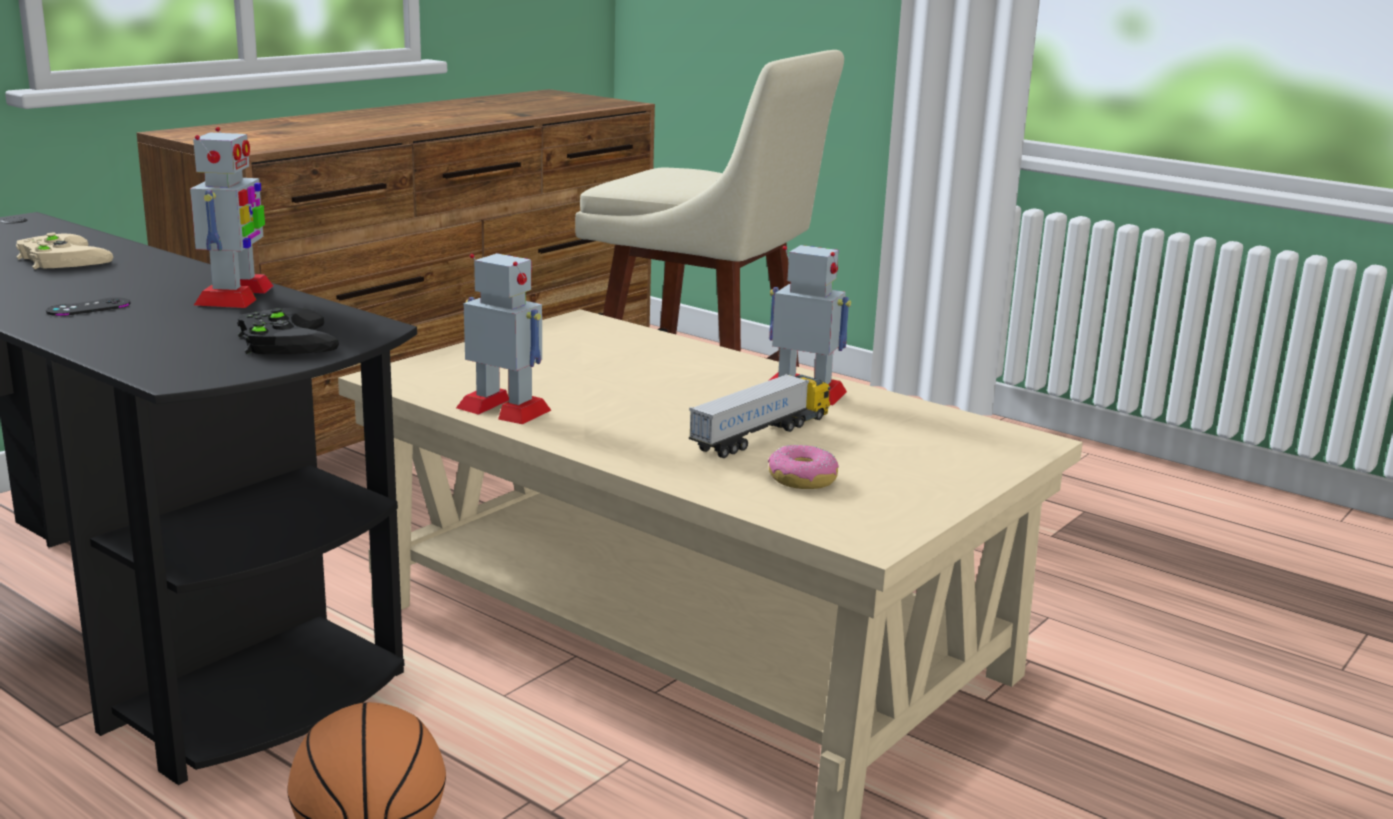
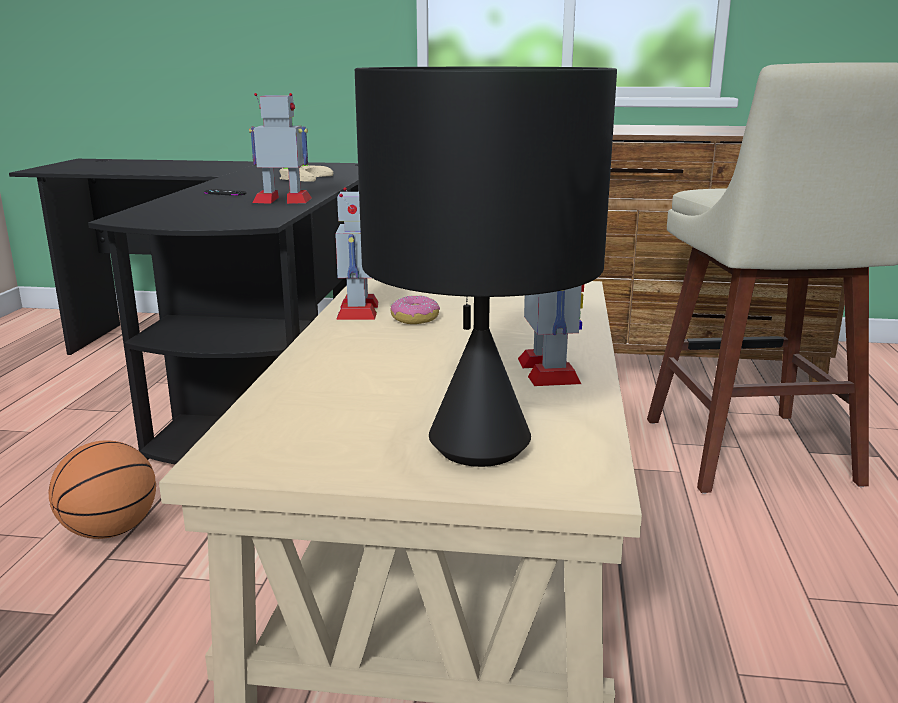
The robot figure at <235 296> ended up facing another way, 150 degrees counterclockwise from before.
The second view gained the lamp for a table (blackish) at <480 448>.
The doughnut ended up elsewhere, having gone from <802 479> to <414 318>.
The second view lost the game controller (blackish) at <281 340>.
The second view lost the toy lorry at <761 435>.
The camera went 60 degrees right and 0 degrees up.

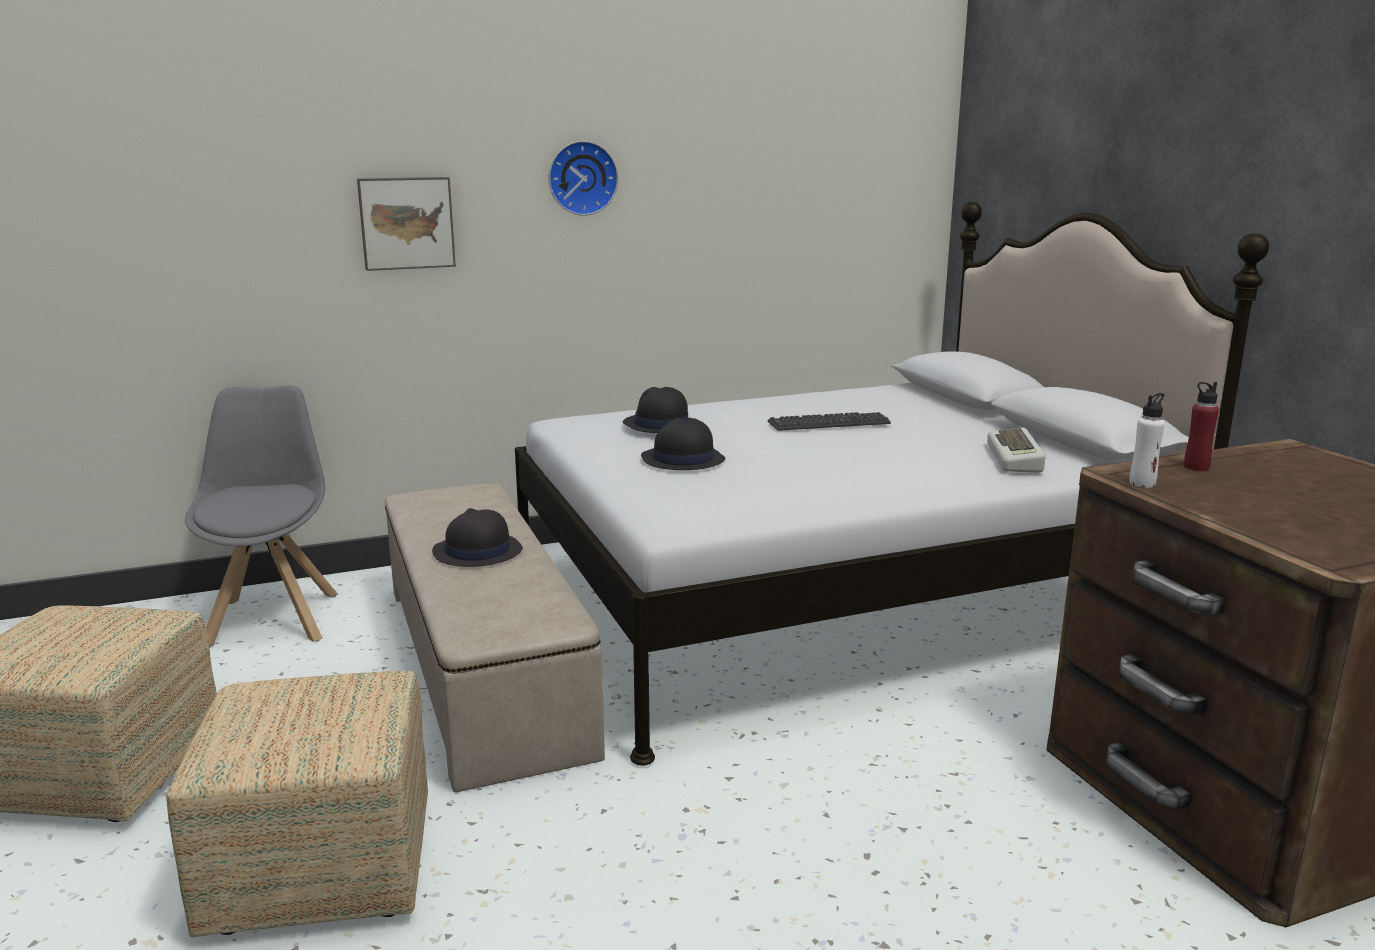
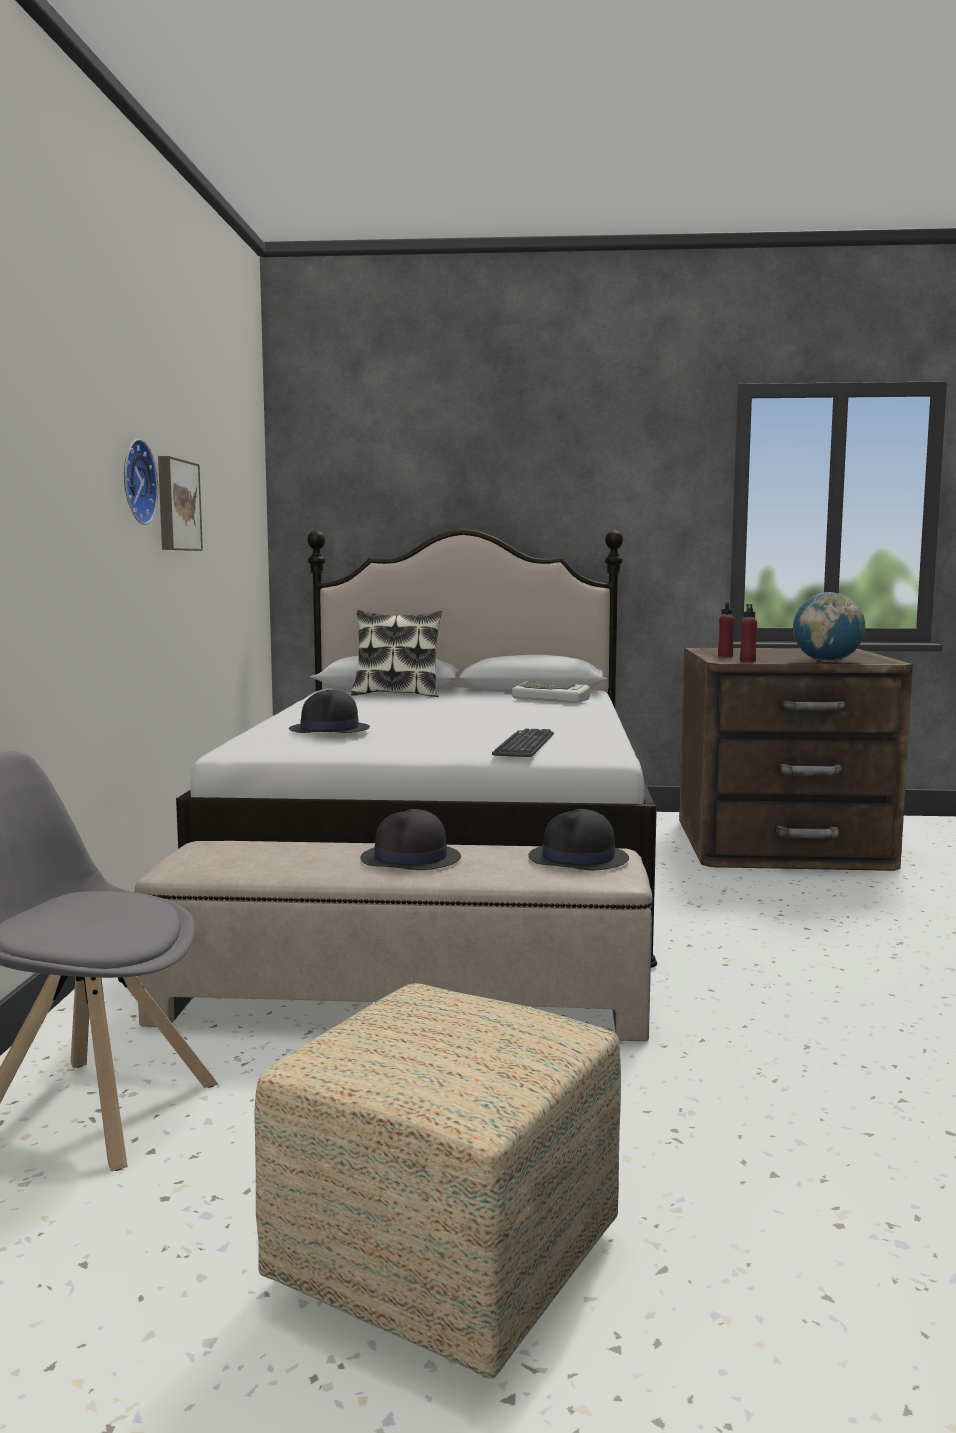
The wall art ended up elsewhere, having gone from <406 223> to <176 505>.
The second view gained the cushion at <397 694>.
The computer keyboard ended up elsewhere, having gone from <828 423> to <524 744>.
The wearable hat (blackish) ended up elsewhere, having gone from <682 459> to <578 859>.
What was the drink bottle (whitish) at <1142 483> turned into the drink bottle (red) at <747 661>.
The second view gained the globe at <827 661>.
The second view lost the pouffe at <318 870>.
The camera went 65 degrees left and 10 degrees down.

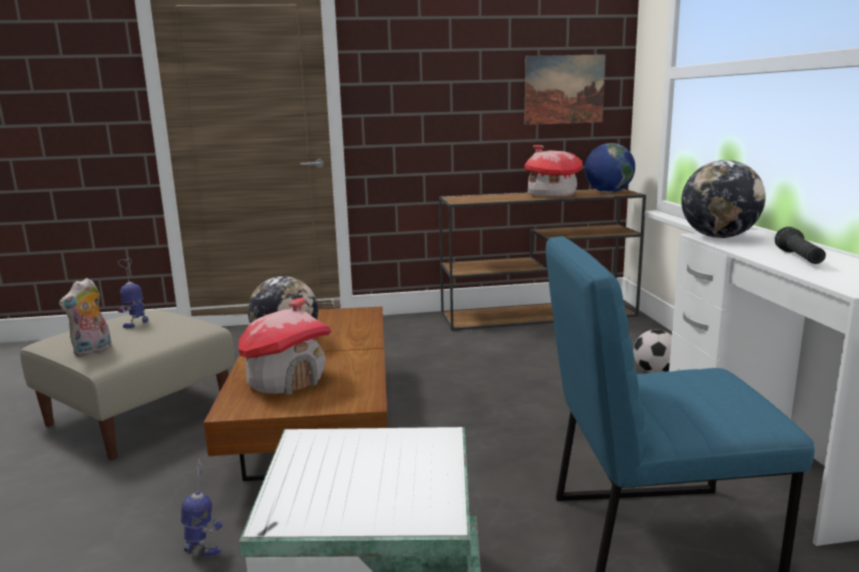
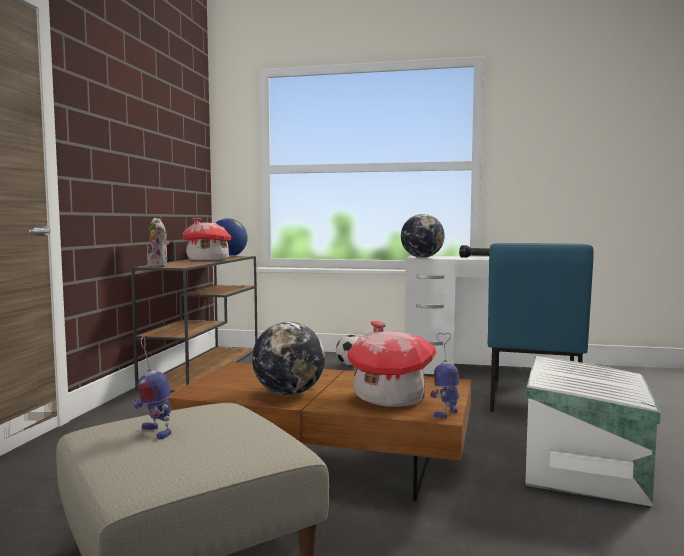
The cuddly toy ended up elsewhere, having gone from <93 351> to <159 266>.
The robot figure ended up elsewhere, having gone from <202 549> to <446 413>.
The second view lost the wall art at <564 89>.
The camera went 70 degrees left and 10 degrees down.

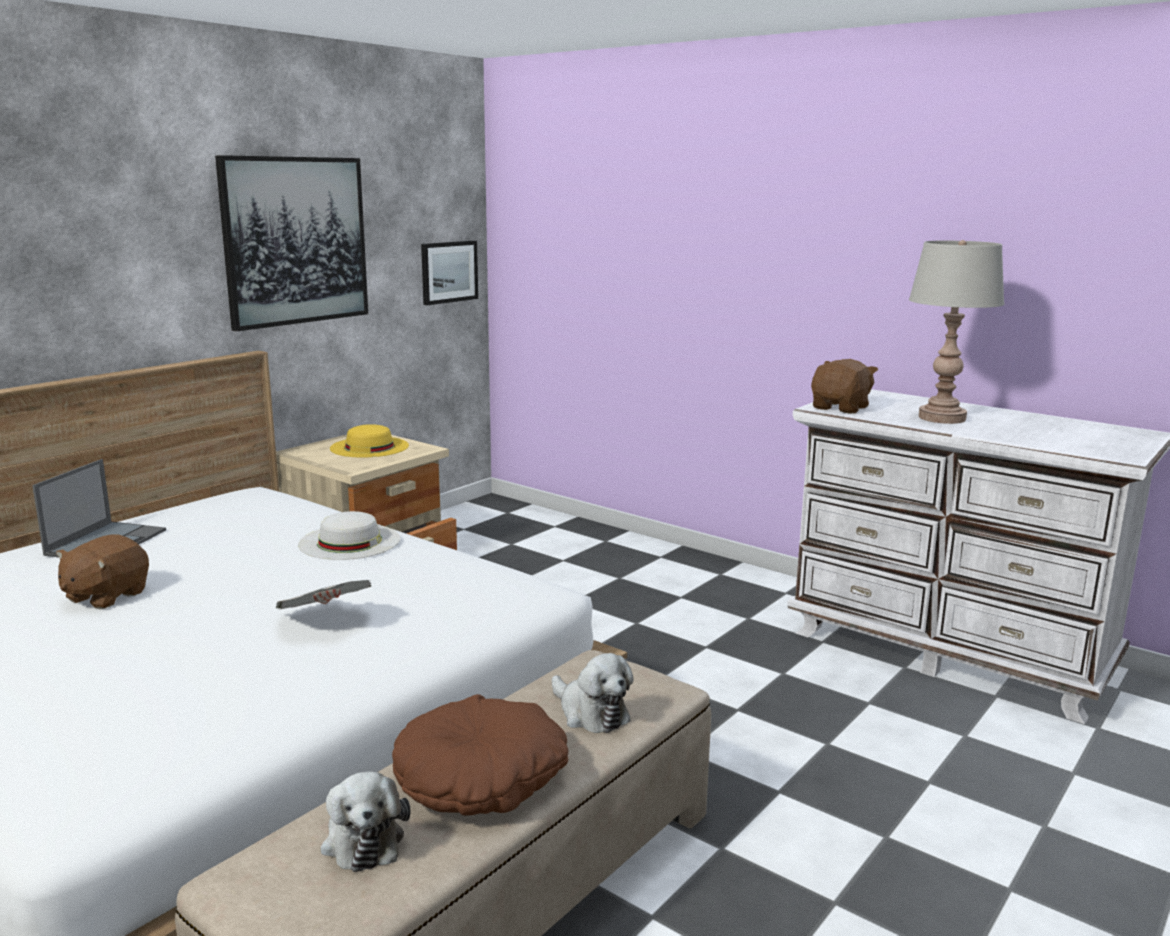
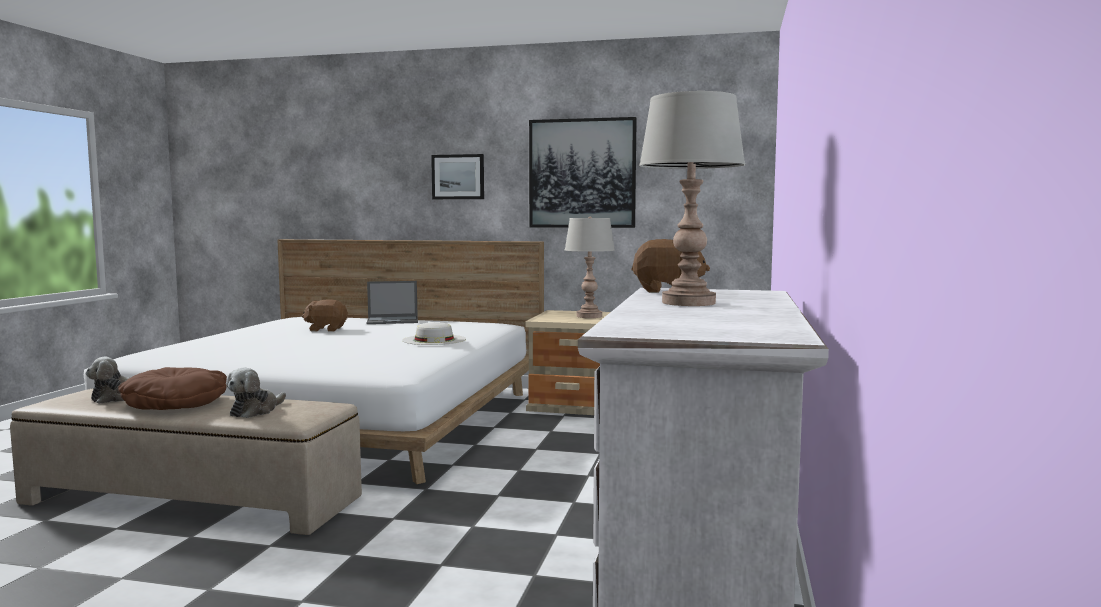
The wall art ended up elsewhere, having gone from <448 272> to <458 177>.
Where the wearable hat (yellow) stood at <369 447>, the lamp for a table (greyish) came to stand at <589 316>.
The second view lost the printed paper at <325 620>.
The camera went 65 degrees right and 10 degrees down.

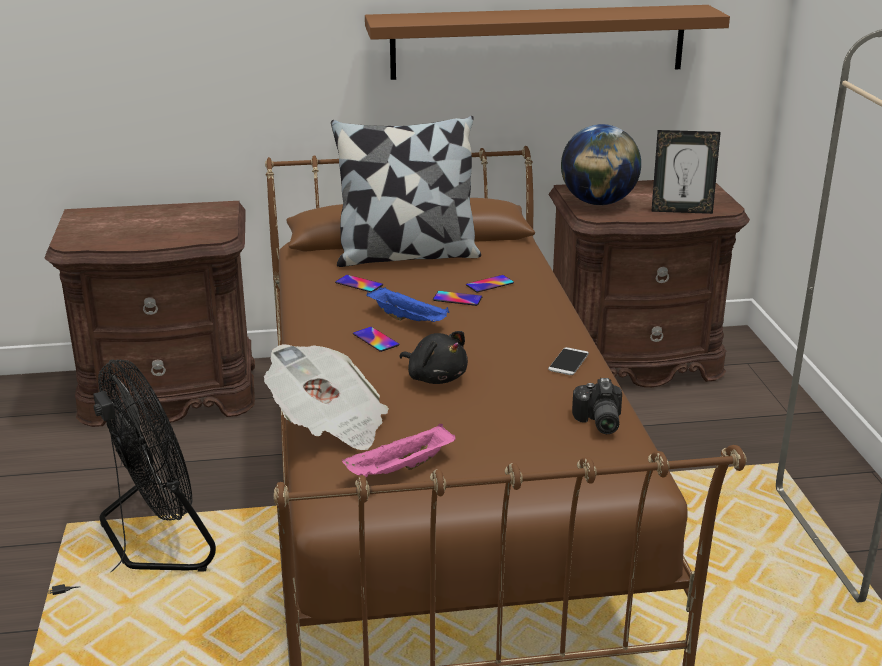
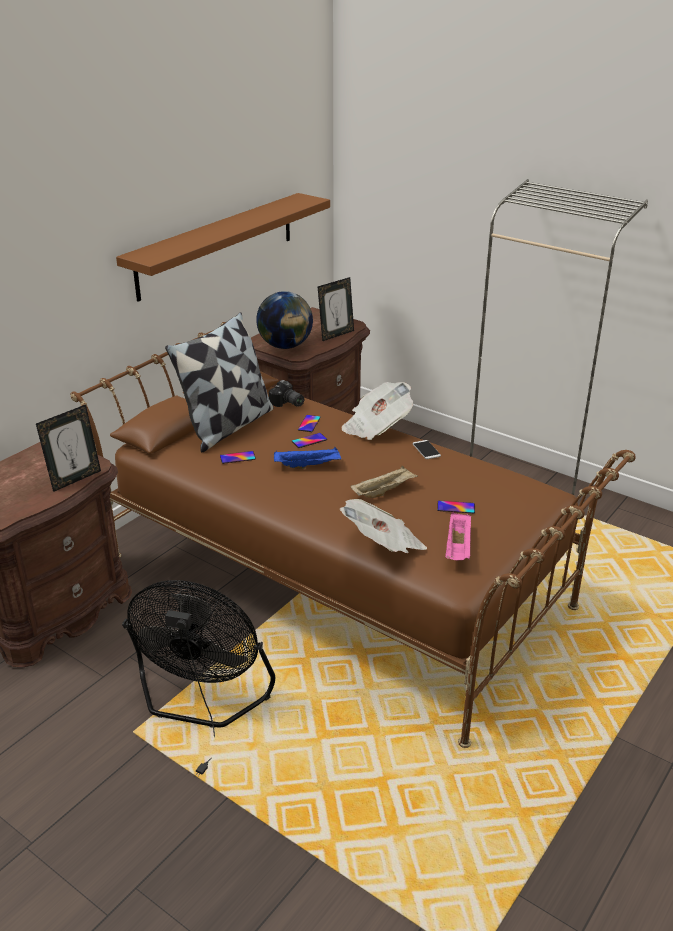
The second view gained the picture frame at <75 479>.
The photo camera ended up elsewhere, having gone from <597 422> to <287 403>.
The second view gained the printed paper at <376 427>.
Where the cuddly toy (blackish) stood at <435 377>, the serving tray (beige-coloured) came to stand at <383 491>.
The handset ended up elsewhere, having gone from <375 339> to <456 507>.
The camera went 45 degrees left and 5 degrees up.

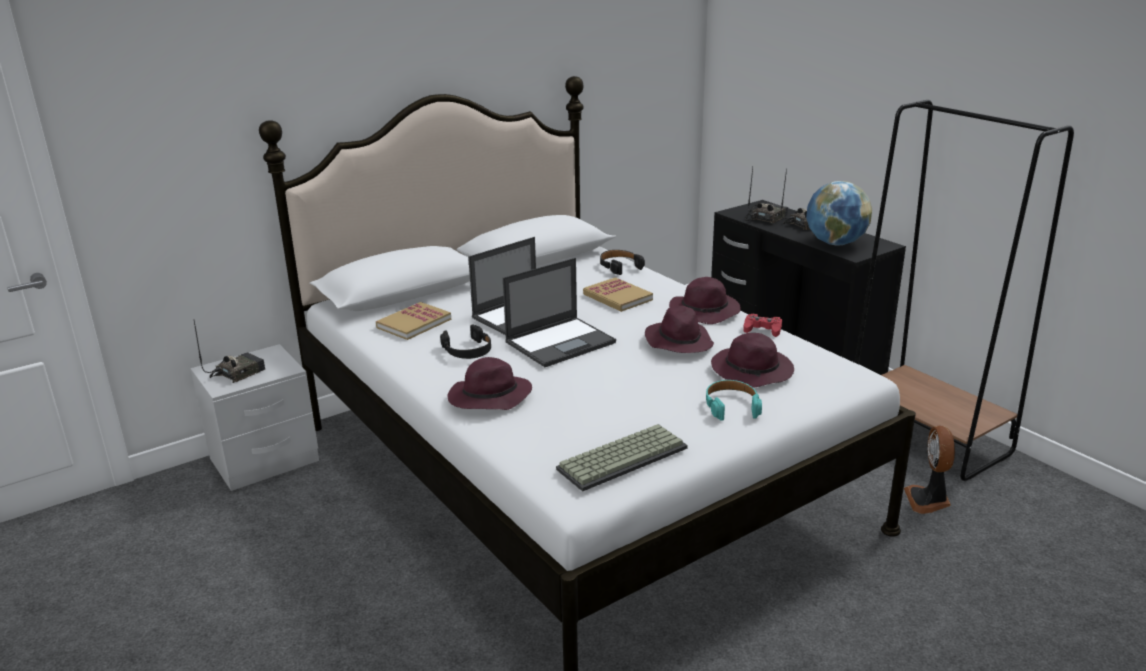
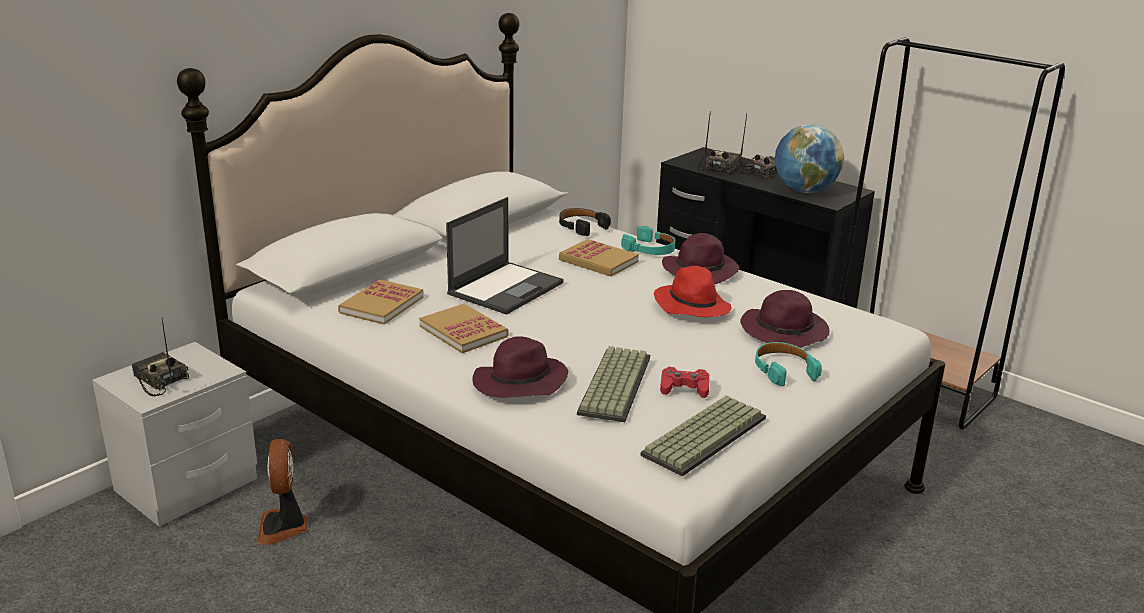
The radio set at <237 373> ended up facing another way, 75 degrees counterclockwise from before.
The electric fan ended up elsewhere, having gone from <928 500> to <284 527>.
Where the headphones (blackish) stood at <468 350>, the bound book came to stand at <463 331>.
The second view gained the computer keyboard at <613 384>.
The second view gained the headphones (turquoise-coloured) at <650 249>.
What was the wearable hat (purplish) at <678 342> turned into the wearable hat (red) at <691 305>.
The game controller (red) ended up elsewhere, having gone from <762 329> to <684 388>.
The second view lost the notebook computer at <561 342>.
The camera went 15 degrees left and 0 degrees up.

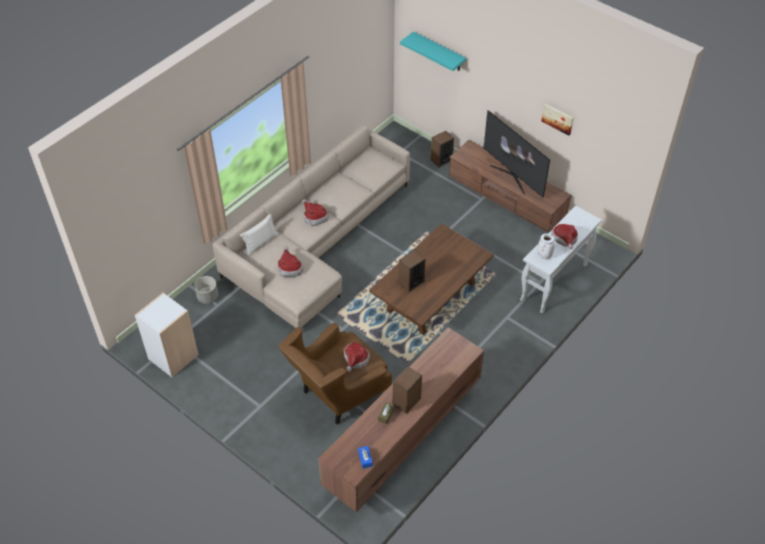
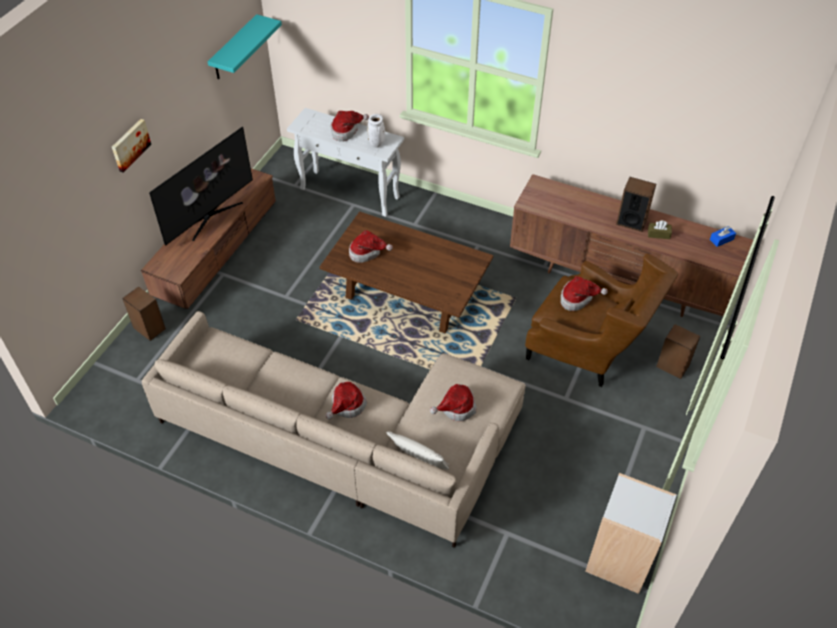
The wall art ended up elsewhere, having gone from <558 118> to <130 144>.
The shelf (turquoise-coloured) ended up elsewhere, having gone from <439 52> to <234 48>.
The second view gained the wearable hat at <367 252>.
The loudspeaker ended up elsewhere, having gone from <411 282> to <672 366>.
The second view lost the planter (greyish) at <207 297>.
The camera went 105 degrees left and 0 degrees up.

